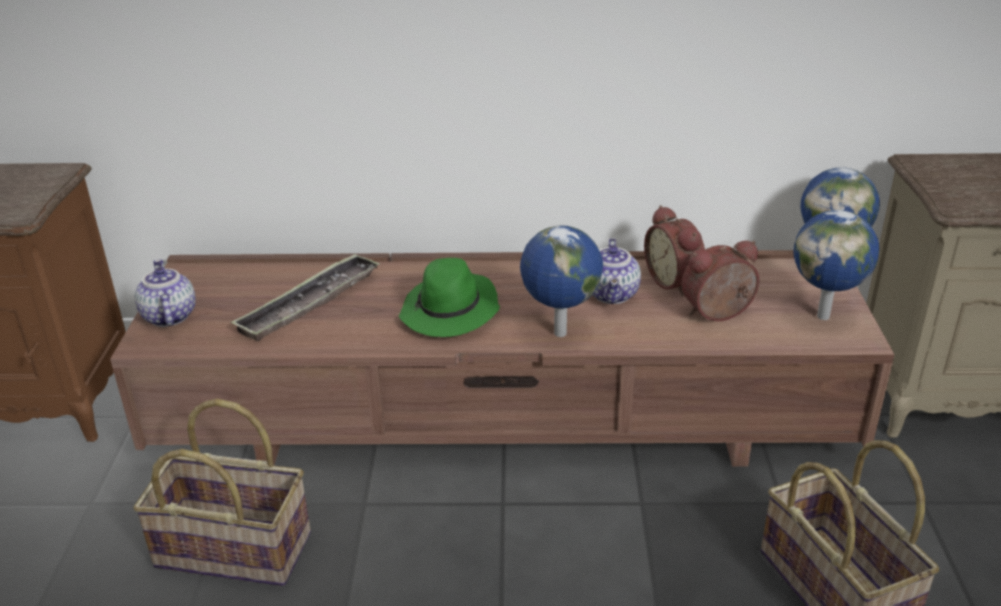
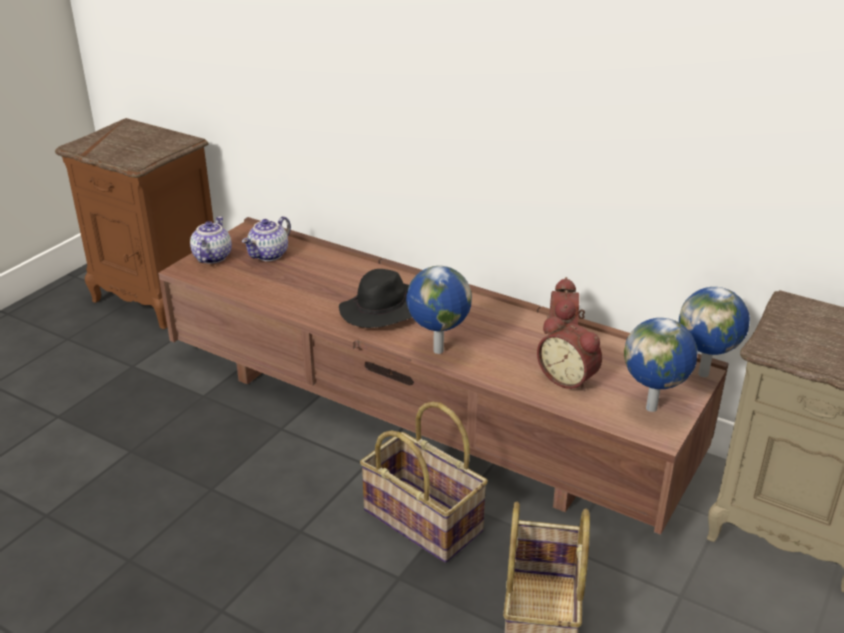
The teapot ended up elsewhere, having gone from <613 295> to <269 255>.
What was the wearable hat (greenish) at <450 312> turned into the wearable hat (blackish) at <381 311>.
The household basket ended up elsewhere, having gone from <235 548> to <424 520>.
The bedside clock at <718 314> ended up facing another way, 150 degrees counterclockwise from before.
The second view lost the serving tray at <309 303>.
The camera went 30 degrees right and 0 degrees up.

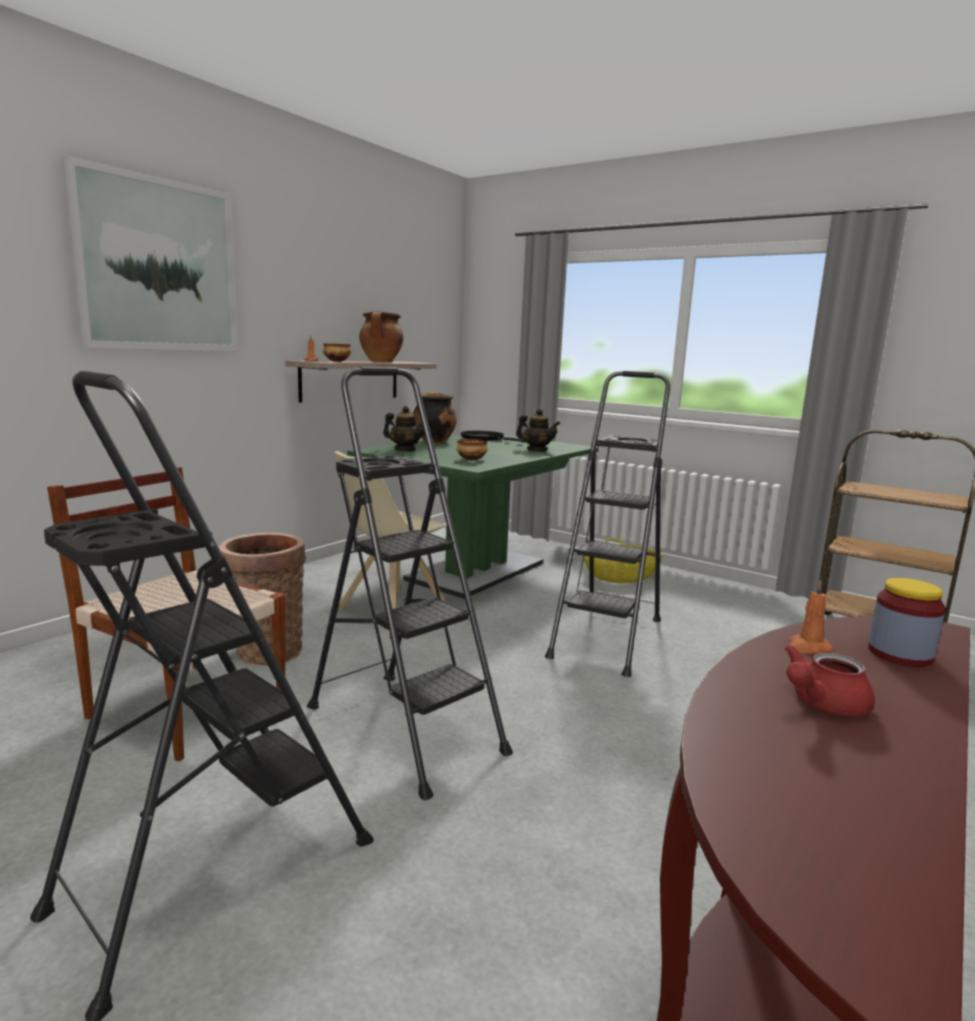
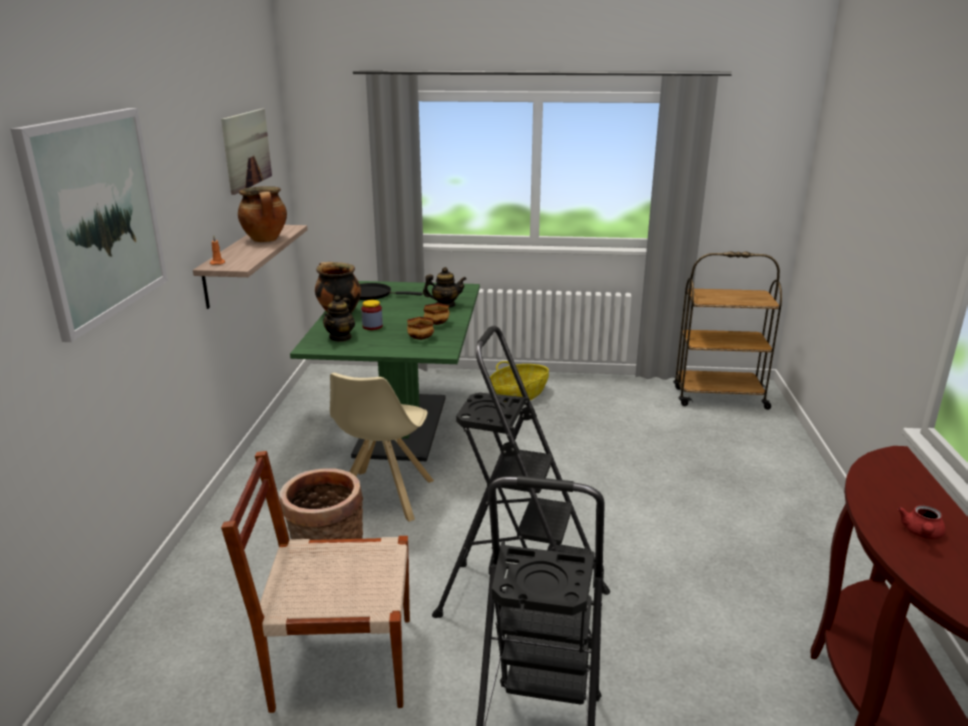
The second view gained the wall art at <246 149>.
The teapot at <405 450> ended up facing another way, 120 degrees clockwise from before.
The jar ended up elsewhere, having gone from <900 654> to <372 326>.
The serving bowl ended up elsewhere, having gone from <337 361> to <437 323>.
The second view lost the step ladder at <607 636>.
The second view lost the candle (orangey) at <808 647>.
The camera went 30 degrees left and 10 degrees up.

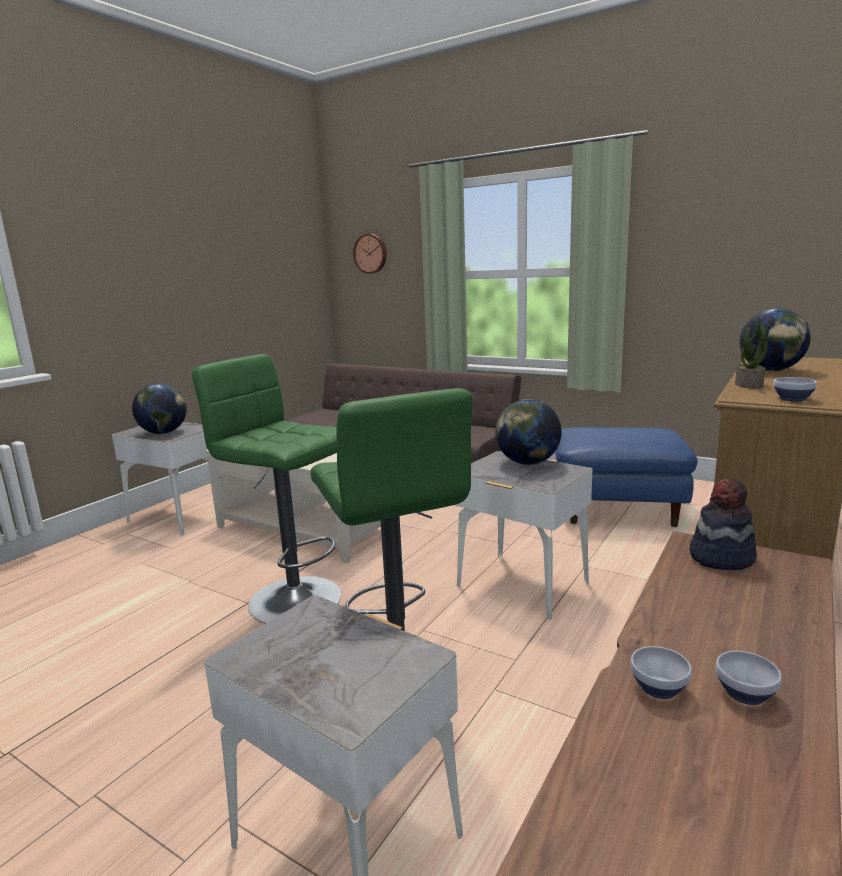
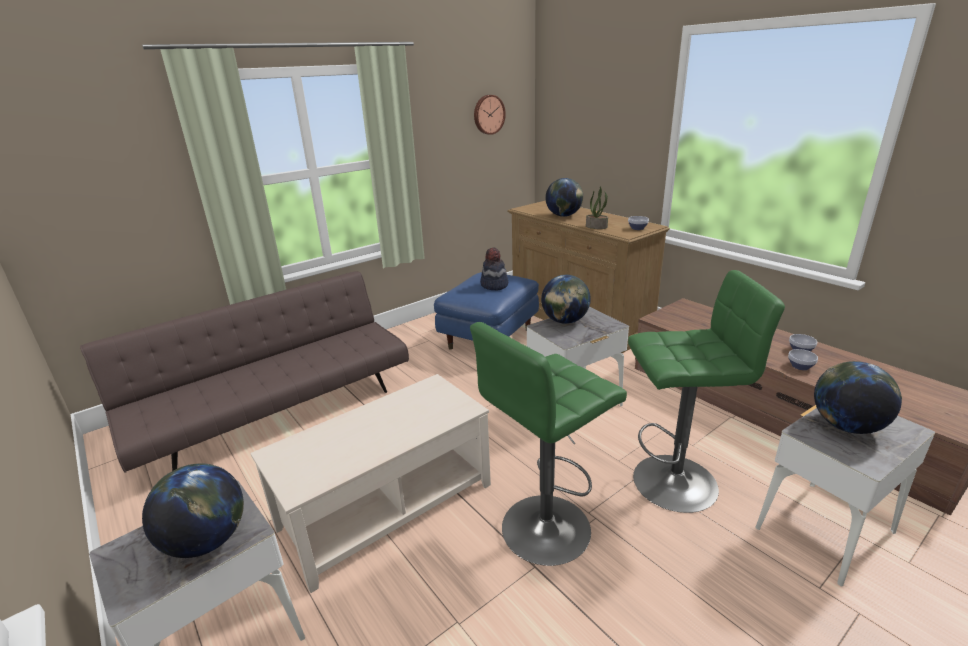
The wall clock ended up elsewhere, having gone from <371 254> to <488 114>.
The wearable hat ended up elsewhere, having gone from <720 557> to <494 285>.
The second view gained the globe at <846 426>.
The camera went 70 degrees left and 10 degrees up.

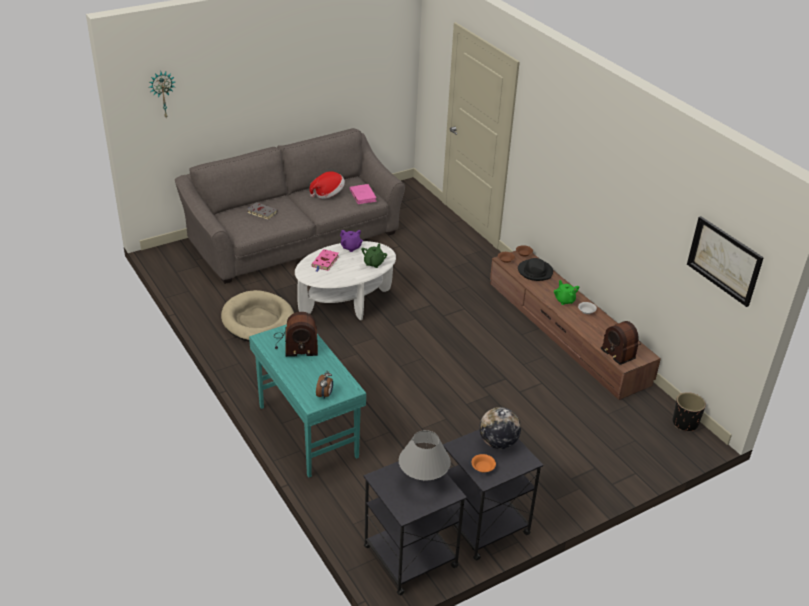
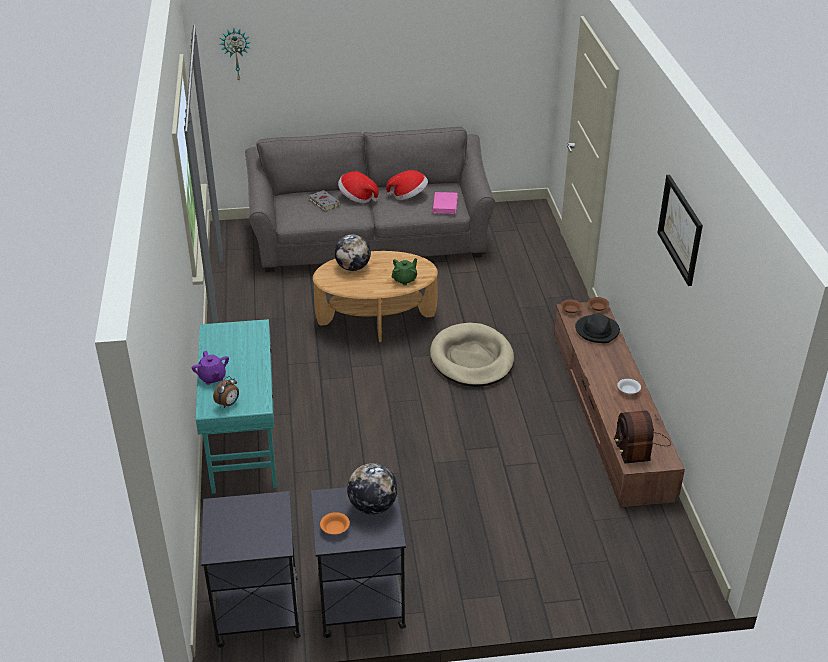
The teapot (purplish) ended up elsewhere, having gone from <351 247> to <212 378>.
What was the low table (whitish) at <346 303> turned into the low table (brown) at <376 320>.
Where the bound book (pink-coloured) stood at <325 262>, the globe came to stand at <353 267>.
The second view gained the wearable hat at <357 198>.
The dog cushion (beige-coloured) ended up elsewhere, having gone from <258 320> to <472 359>.
The wall art ended up elsewhere, having gone from <724 260> to <680 229>.
The second view lost the radio set at <295 344>.
The second view lost the lamp for a table (greyish) at <423 480>.
The second view lost the teapot (greenish) at <564 300>.
The second view lost the planter (blackish) at <685 423>.
The camera went 25 degrees right and 0 degrees up.

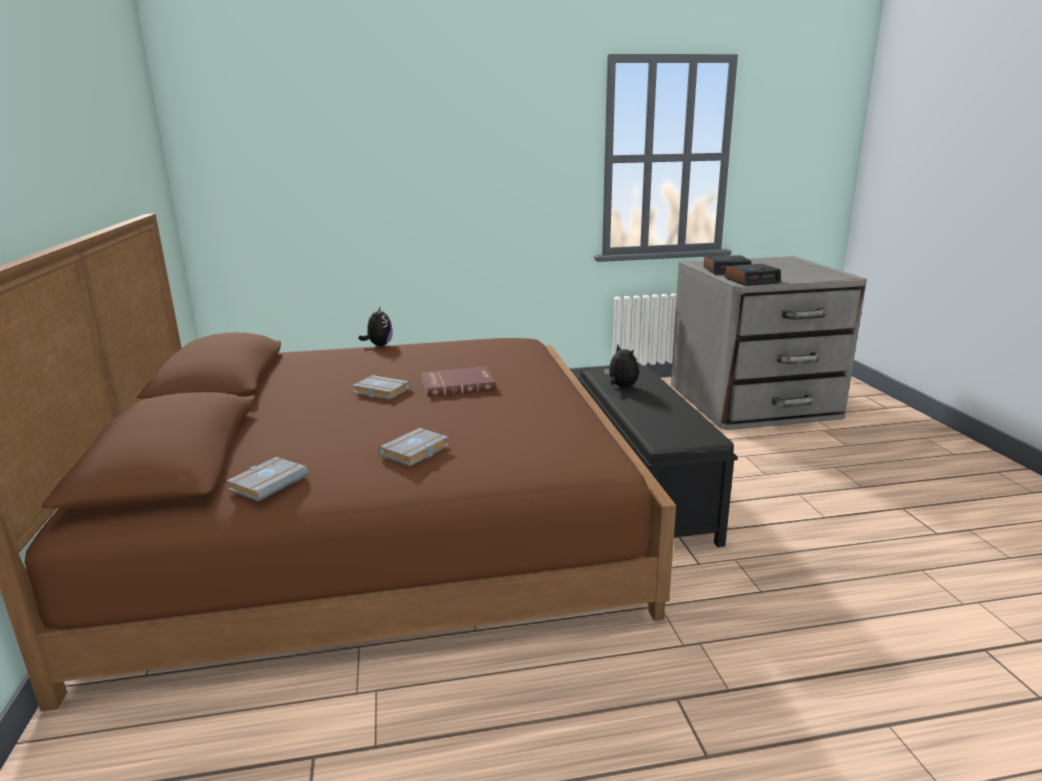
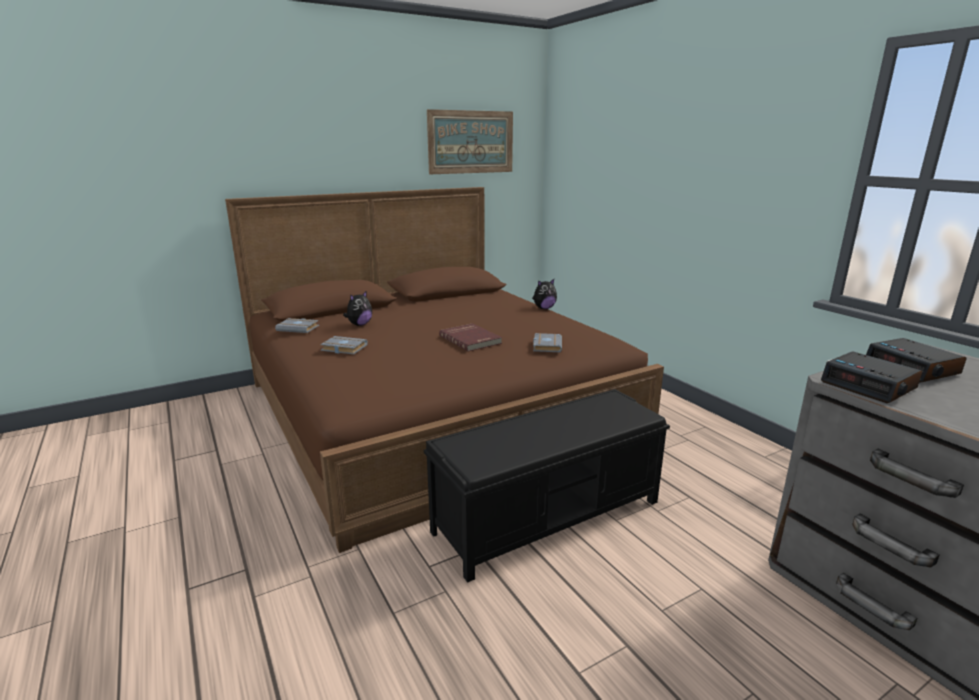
The cuddly toy ended up elsewhere, having gone from <621 387> to <359 324>.
The second view gained the wall art at <471 142>.
The bound book (greyish) ended up elsewhere, having gone from <379 391> to <546 345>.
The camera went 70 degrees right and 0 degrees up.

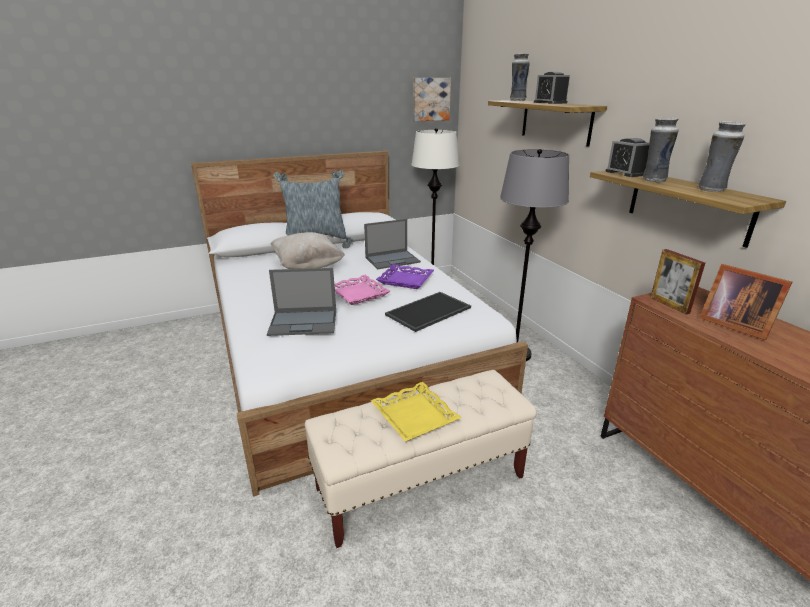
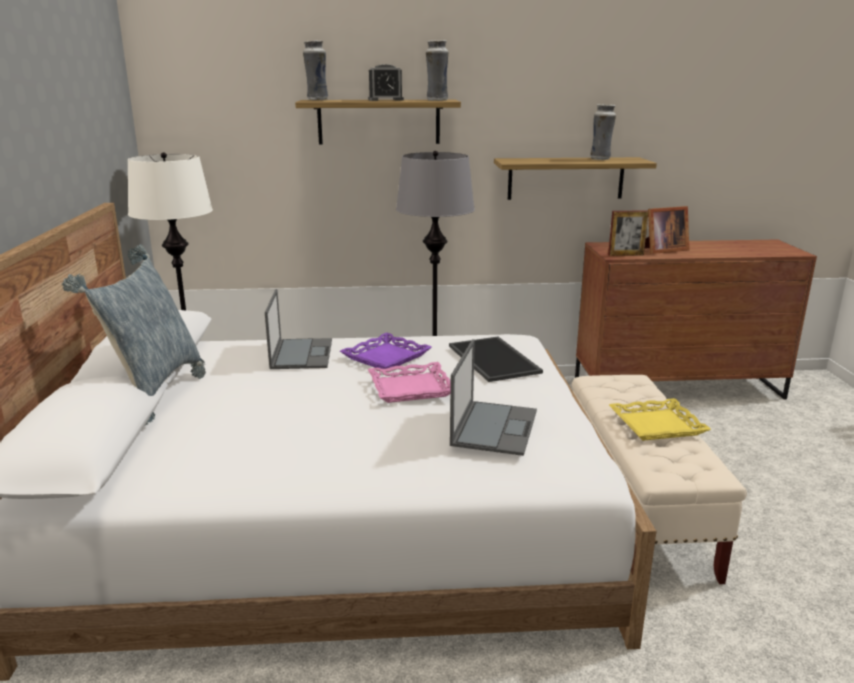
The vase ended up elsewhere, having gone from <653 180> to <436 100>.
The second view lost the cushion (beige-coloured) at <308 266>.
The second view lost the wall art at <430 99>.
The second view lost the bedside clock at <626 173>.
The camera went 70 degrees left and 5 degrees down.

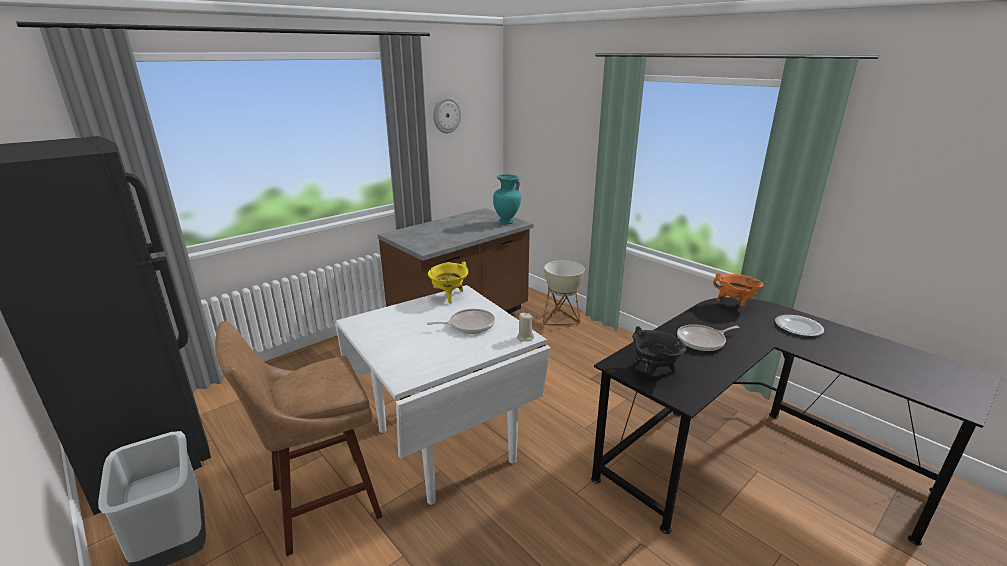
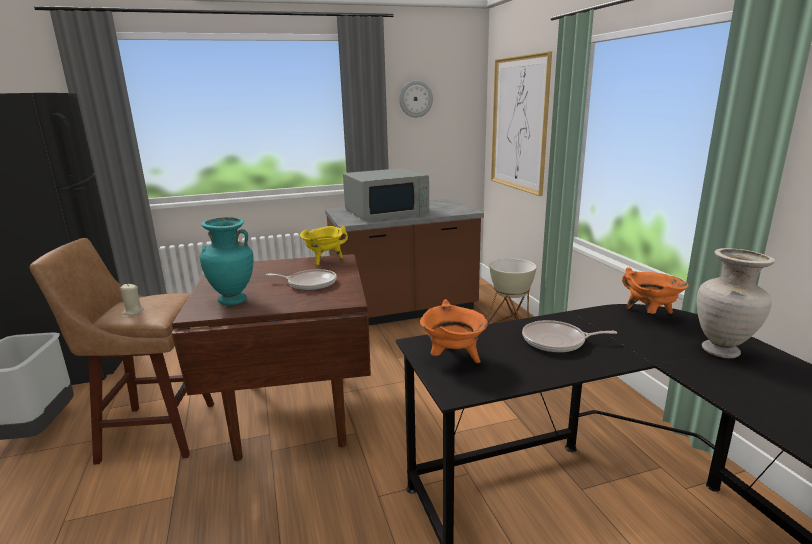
The candle (beige-coloured) ended up elsewhere, having gone from <525 338> to <133 312>.
What was the dining table (whitish) at <444 445> turned into the dining table (brown) at <292 413>.
The vase (turquoise-coloured) ended up elsewhere, having gone from <507 222> to <233 301>.
The second view gained the microwave (greyish) at <387 212>.
What was the stockpot (blackish) at <653 372> turned into the stockpot (orangey) at <453 358>.
The second view gained the wall art at <519 124>.
Where the dinner plate stood at <799 327>, the vase (beige-coloured) came to stand at <722 351>.
The camera went 25 degrees right and 5 degrees down.

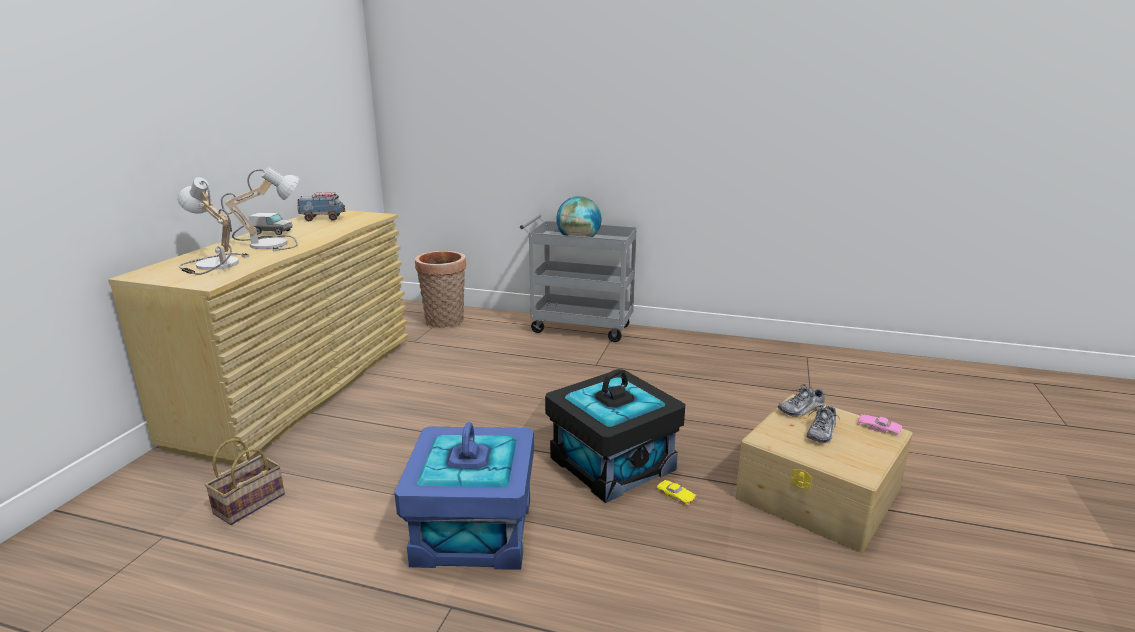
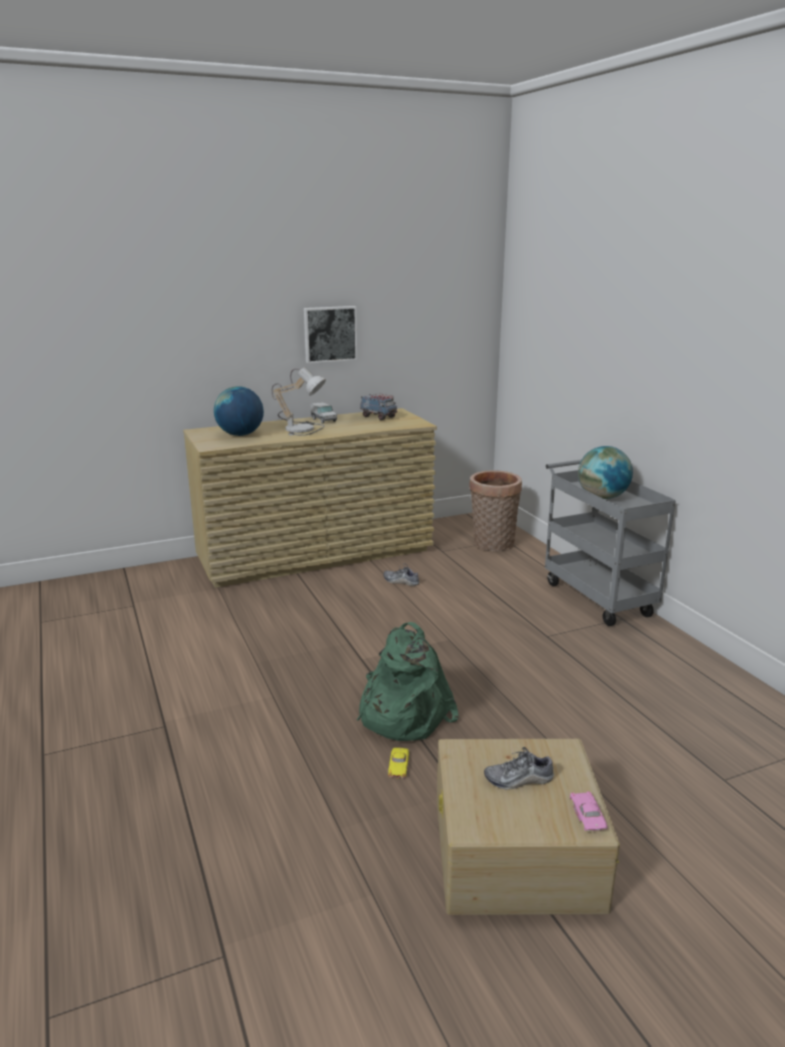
Where the lamp for a table stood at <212 264>, the globe came to stand at <240 435>.
The second view gained the wall art at <330 334>.
Where the storage bin (blackish) stood at <612 463>, the backpack (greenish) came to stand at <401 714>.
The low shoe ended up elsewhere, having gone from <801 410> to <401 581>.
The second view lost the household basket at <250 502>.
The second view lost the storage bin (bluish) at <473 530>.
The camera went 50 degrees right and 0 degrees up.

